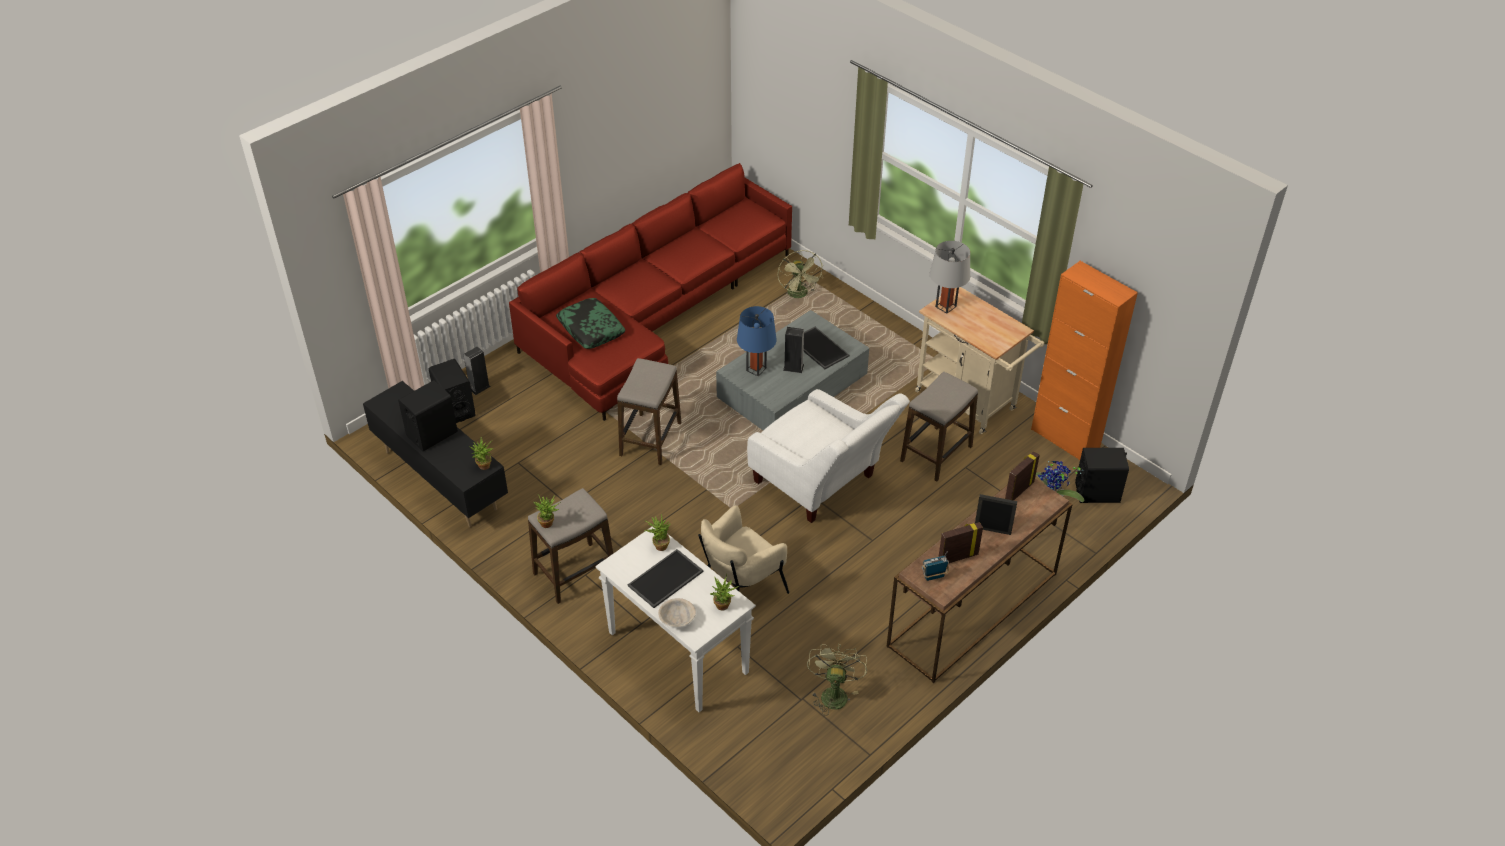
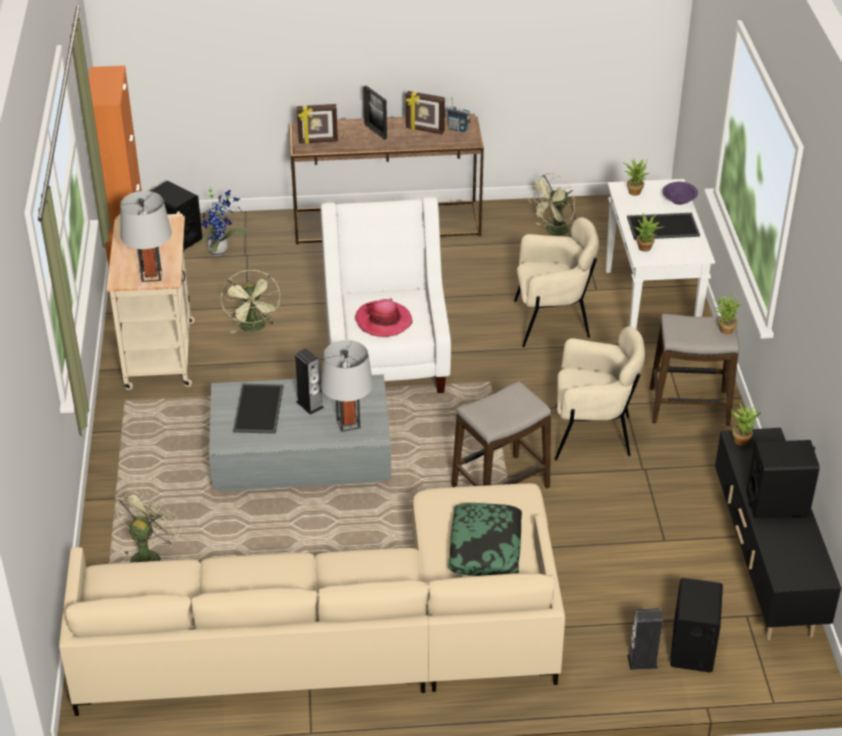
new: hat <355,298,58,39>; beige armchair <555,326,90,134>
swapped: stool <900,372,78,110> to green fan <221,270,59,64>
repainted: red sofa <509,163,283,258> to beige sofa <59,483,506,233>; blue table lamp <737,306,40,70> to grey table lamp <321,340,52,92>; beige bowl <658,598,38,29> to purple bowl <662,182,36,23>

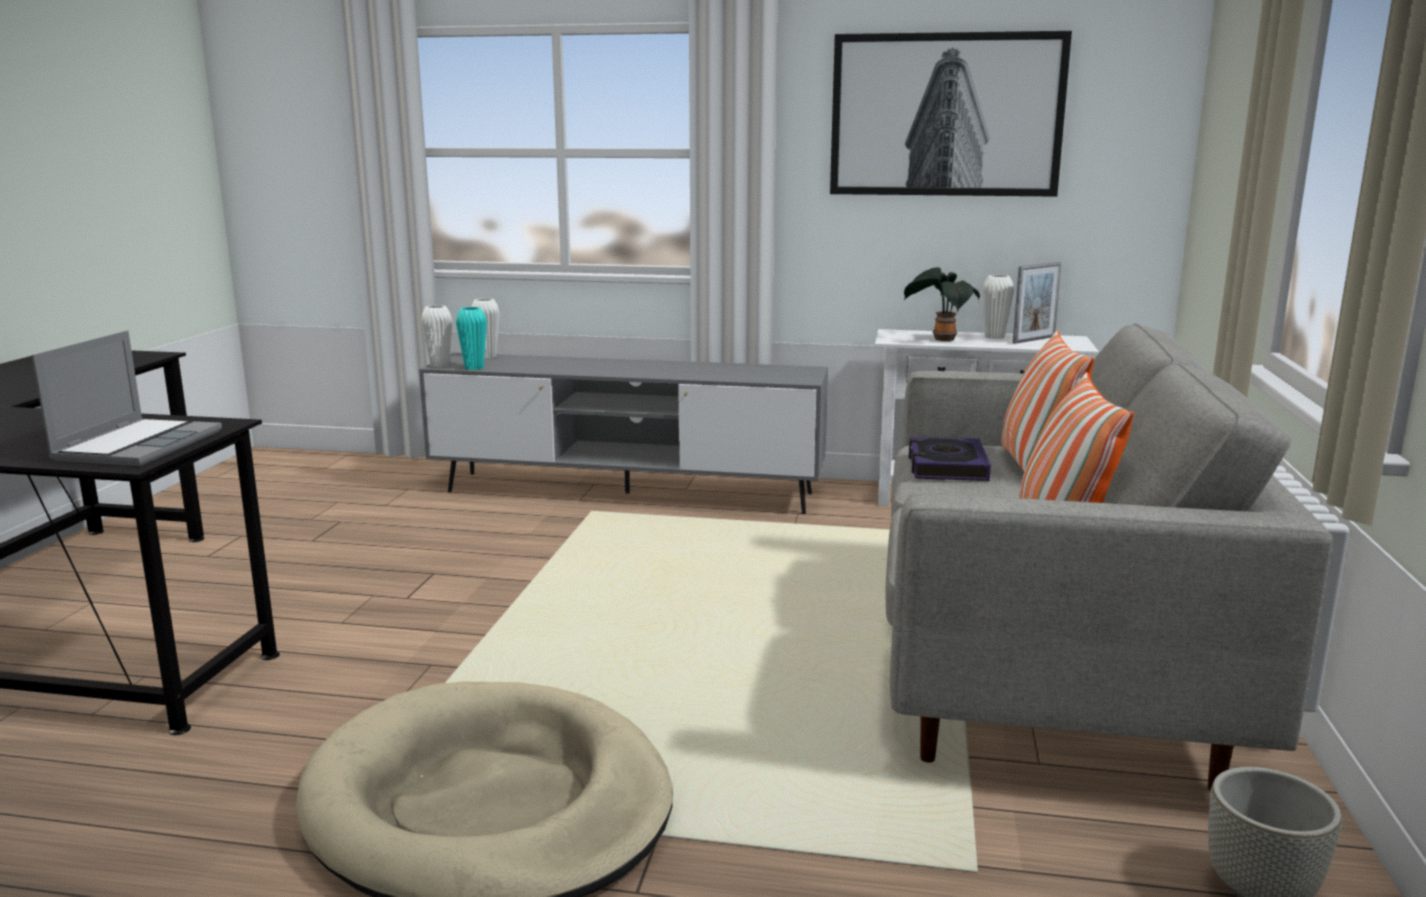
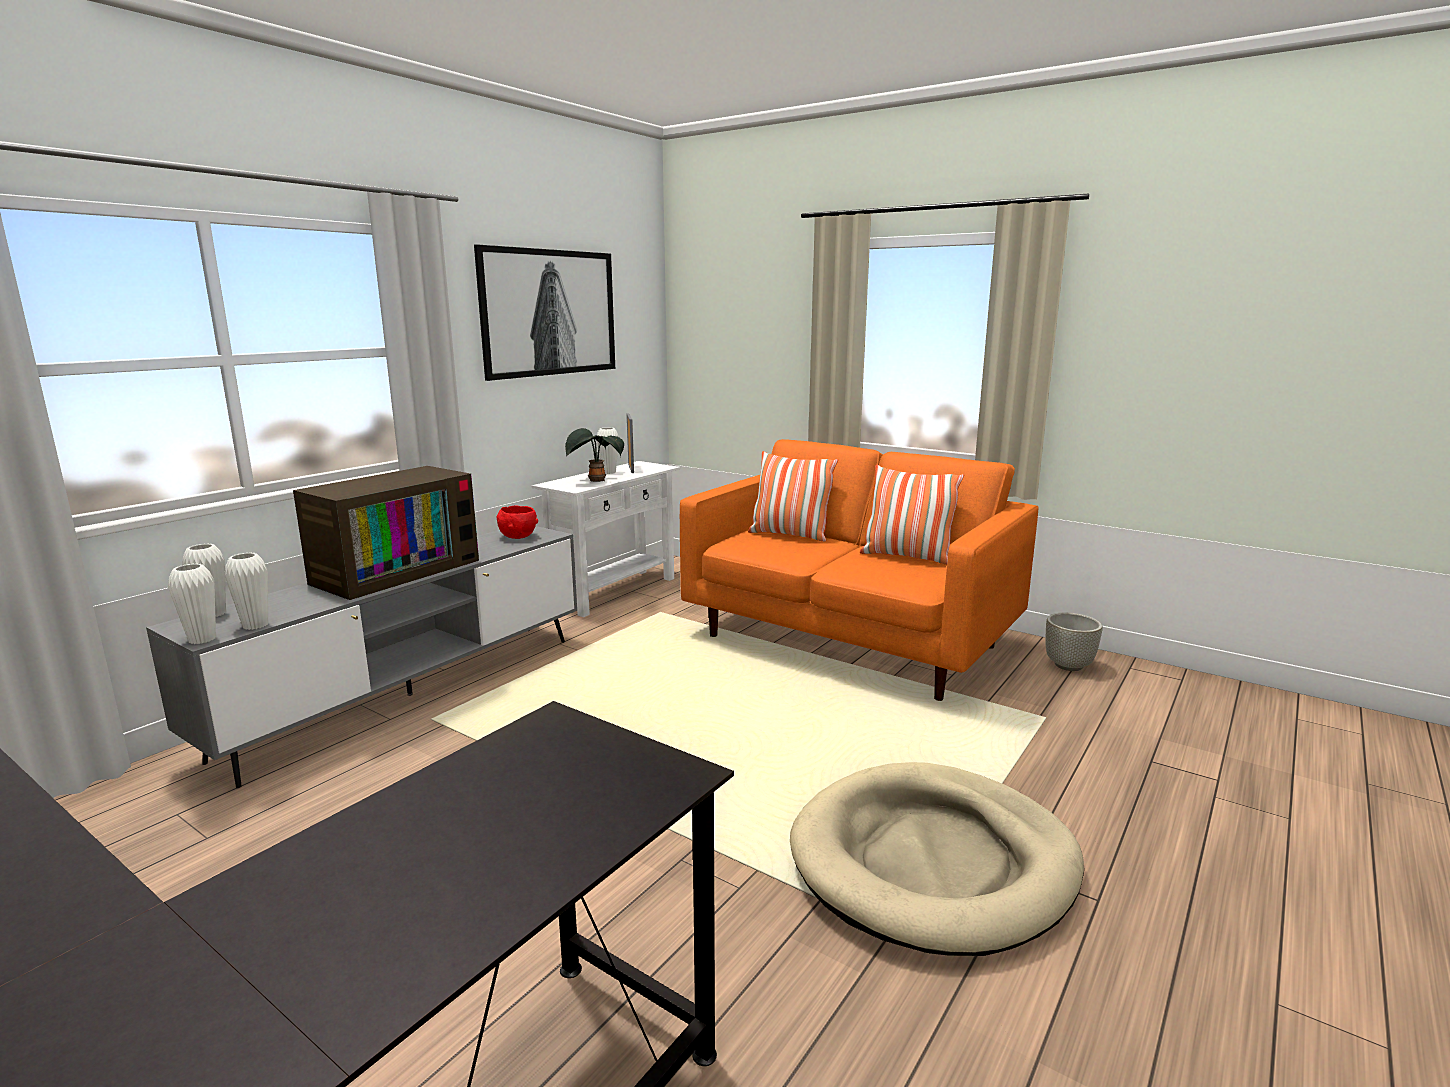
gone: laptop <31,330,191,136>; book <909,437,82,44>
new: television <293,466,186,134>; red bowl <497,505,41,34>
repainted: turquoise vase <456,307,31,63> to white vase <224,553,44,77>; grey sofa <886,324,447,467> to orange sofa <680,439,359,262>

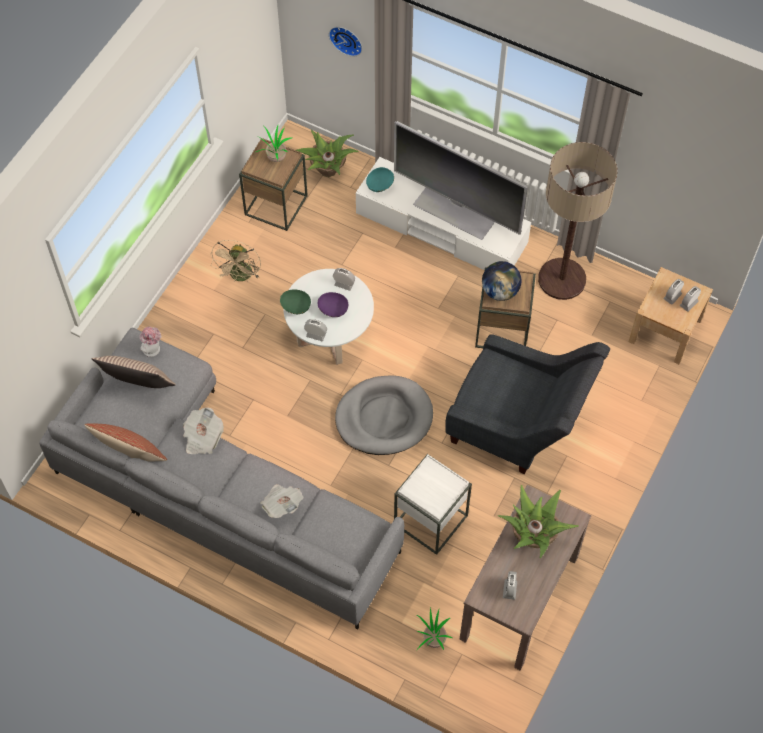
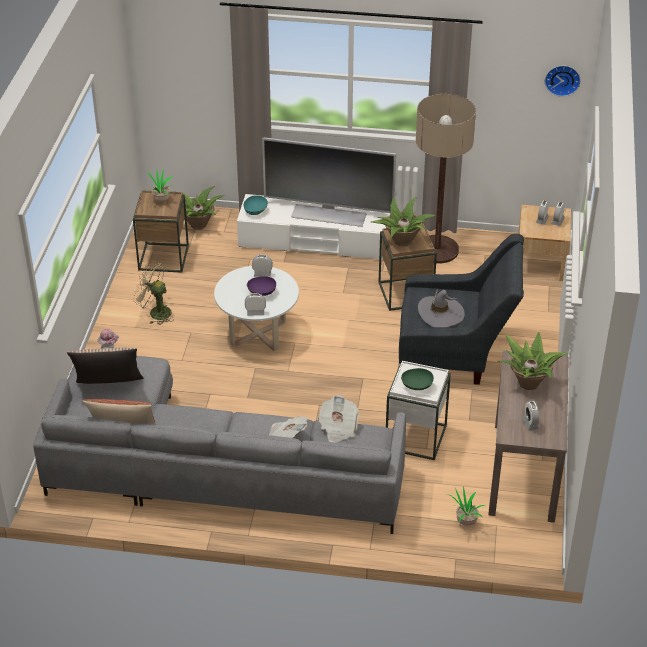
gone: grey dog bed <335,375,98,80>
new: grey hat <418,289,47,38>
shifted: newspaper <183,407,41,47> to <318,395,41,47>; green bowl <280,290,31,24> to <401,368,33,22>; wall clock <329,27,33,29> to <545,65,36,32>
swapped: globe <482,261,39,40> to potted plant <371,196,64,51>
rotated: beige fan <210,240,51,42> = <133,261,41,64> 120 degrees clockwise

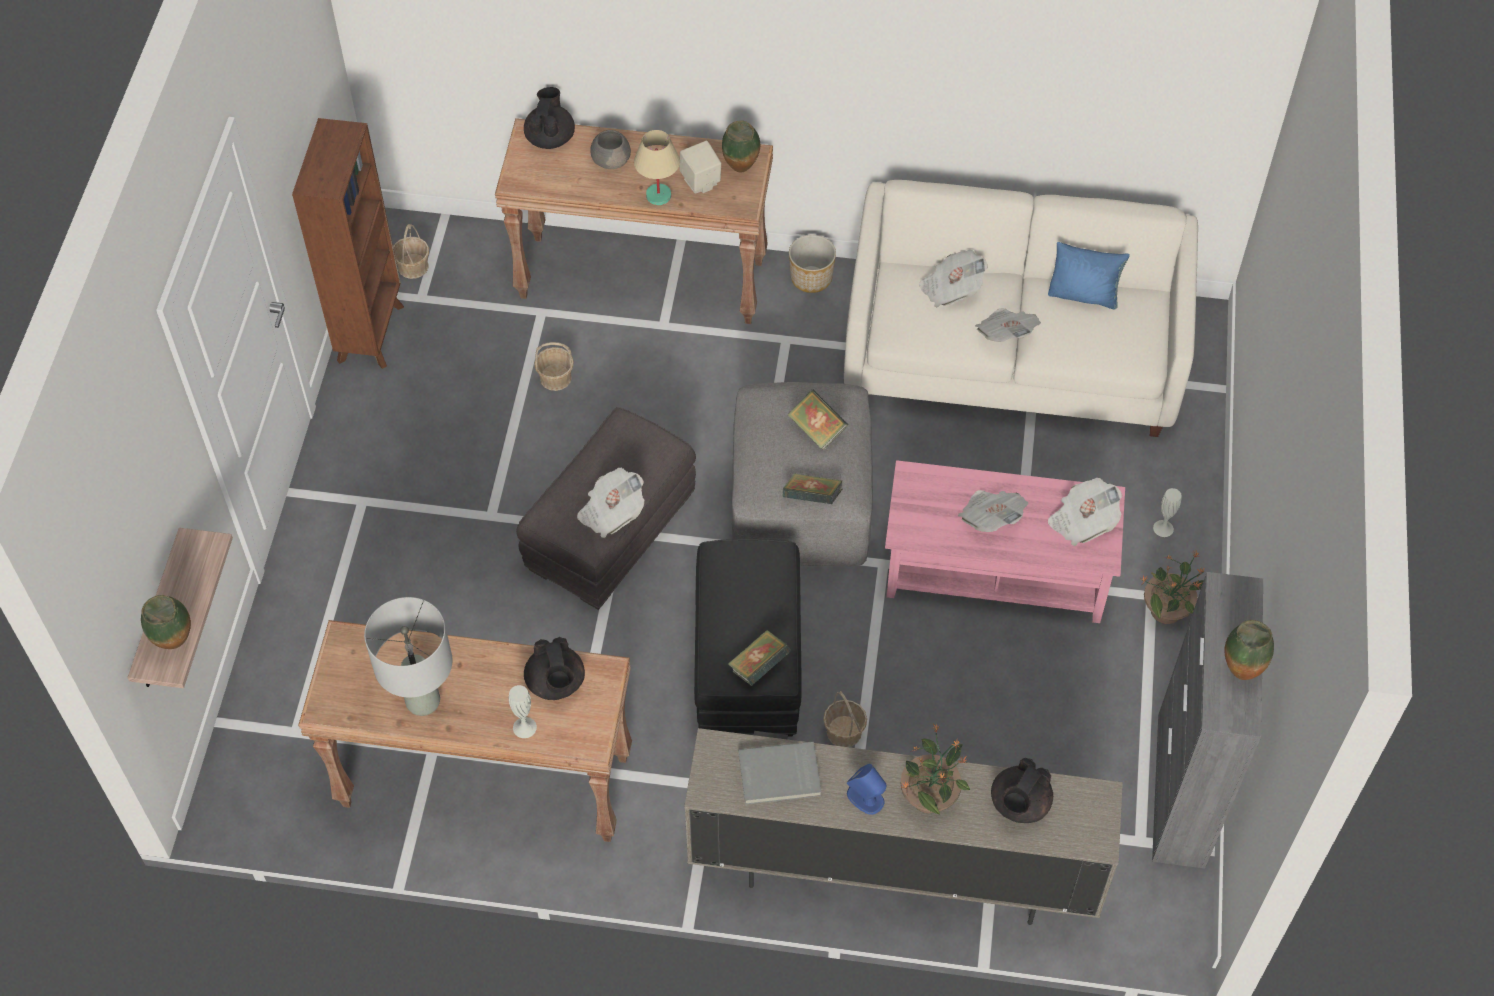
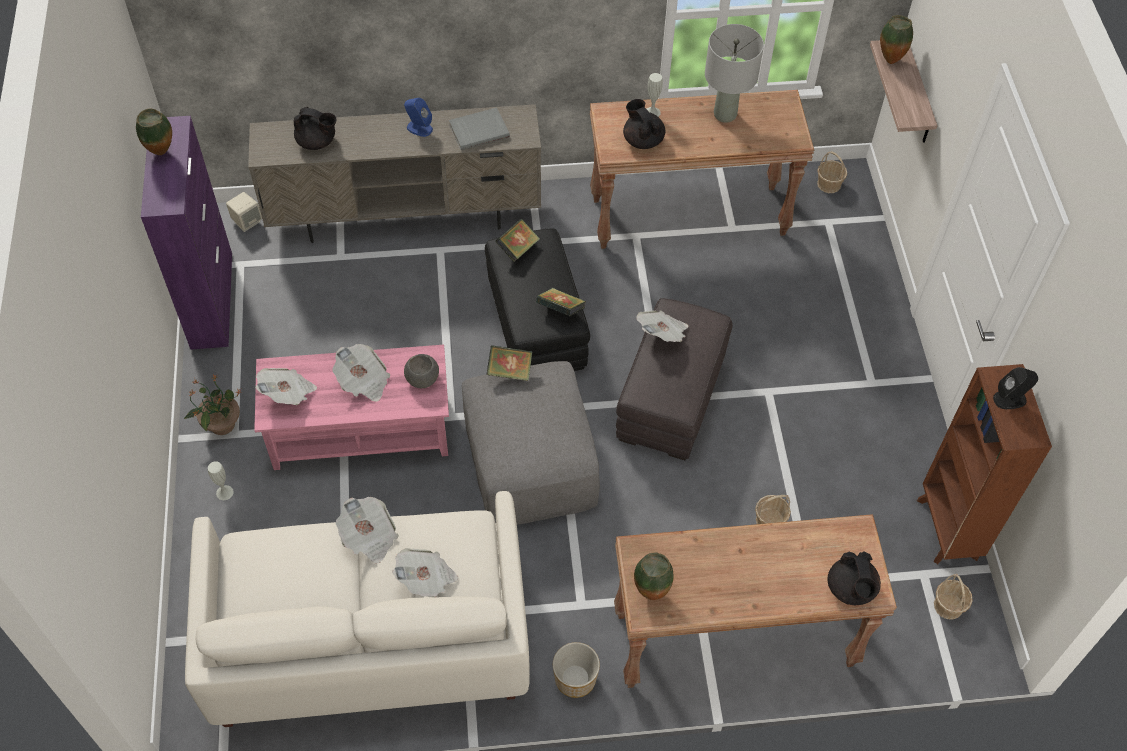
gone: beige table lamp <634,130,46,75>; potted plant <900,723,70,91>; blue pillow <1048,242,82,67>
new: black speaker <993,367,45,42>
shifted: beige speaker <679,141,42,53> to <226,192,36,40>; grey bowl <590,130,41,39> to <404,354,35,34>; book <788,390,60,60> to <536,288,50,28>; basket <823,691,44,56> to <817,151,30,42>
repainted: grey cabinet <1152,572,111,297> to purple cabinet <141,116,91,234>
rotated: black teapot <991,758,62,65> = <294,107,43,43> 90 degrees clockwise

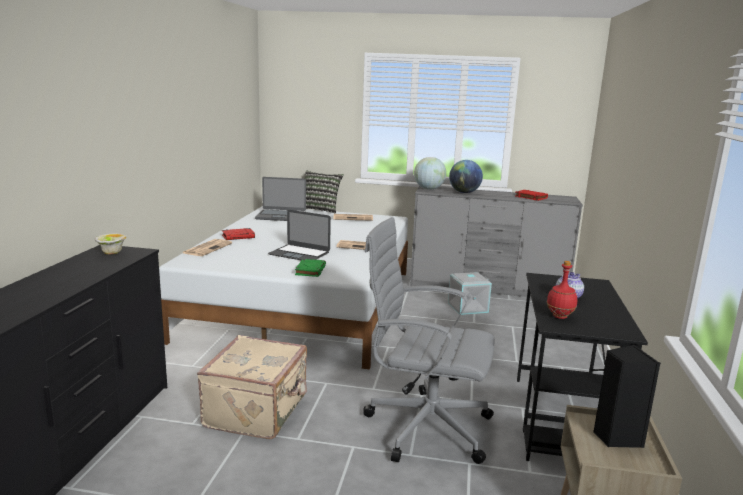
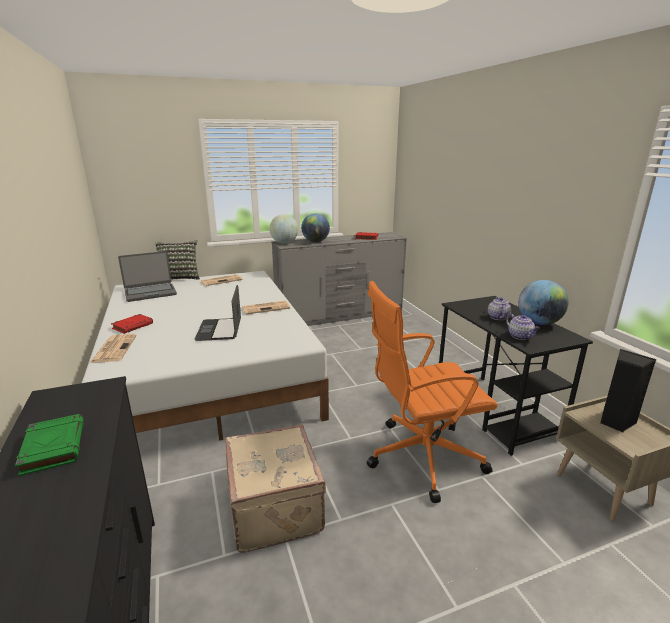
gone: bowl <95,234,31,21>; grey storage box <448,272,44,43>
new: globe <518,280,50,45>
shifted: green book <295,259,31,18> to <15,414,69,62>
swapped: red bottle <547,261,30,58> to teapot <506,314,34,26>
repainted: grey office chair <363,217,132,247> to orange office chair <367,281,131,222>
rotated: laptop <268,210,63,50> = <195,285,46,56> 90 degrees clockwise

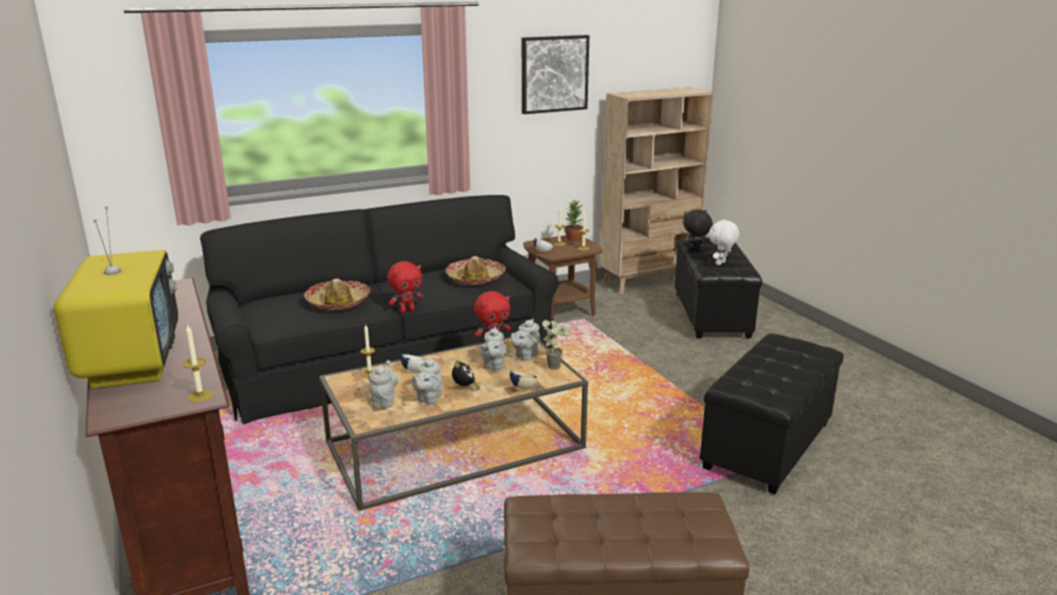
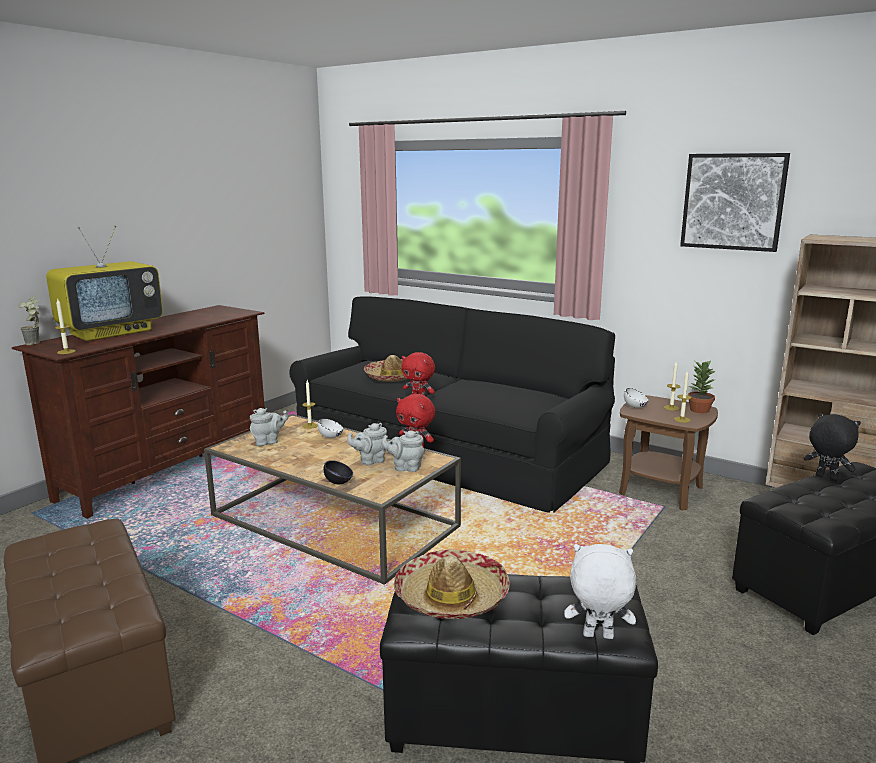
gone: grey teapot <412,357,30,47>; alarm clock <452,360,28,30>
shifted: potted plant <542,320,28,50> to <18,296,22,49>; hat <445,256,61,29> to <394,549,116,70>; white plush toy <709,219,30,46> to <564,544,72,95>
repainted: beige bowl <510,371,28,18> to black bowl <324,460,29,24>

